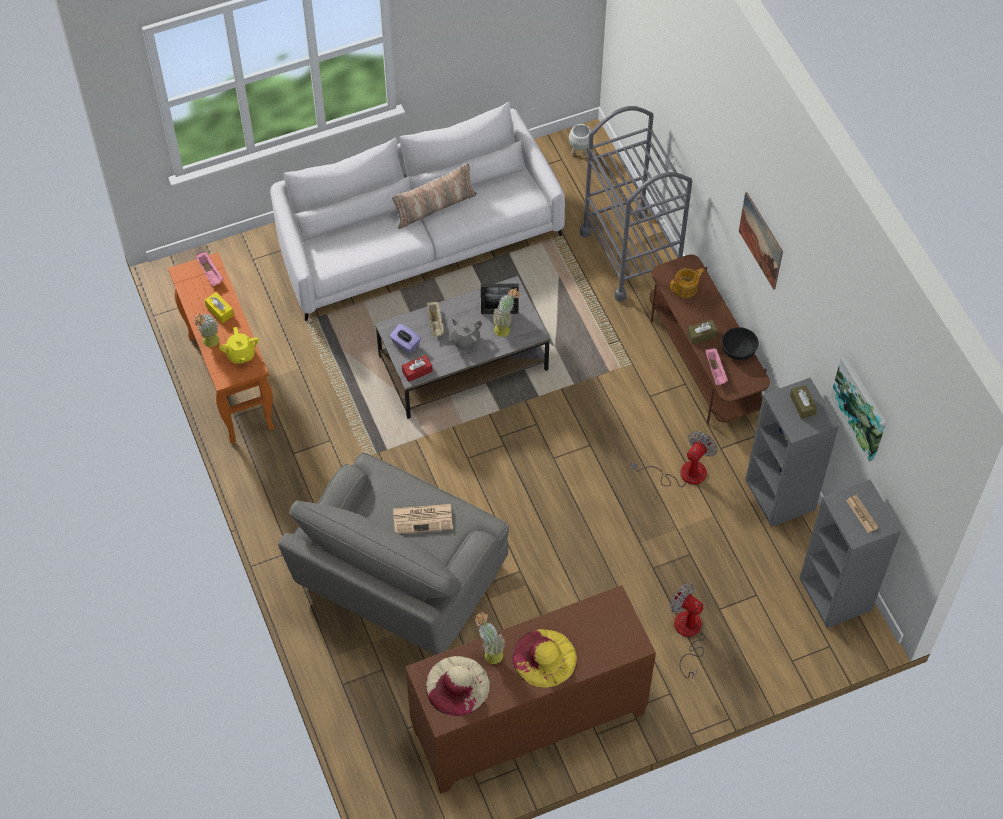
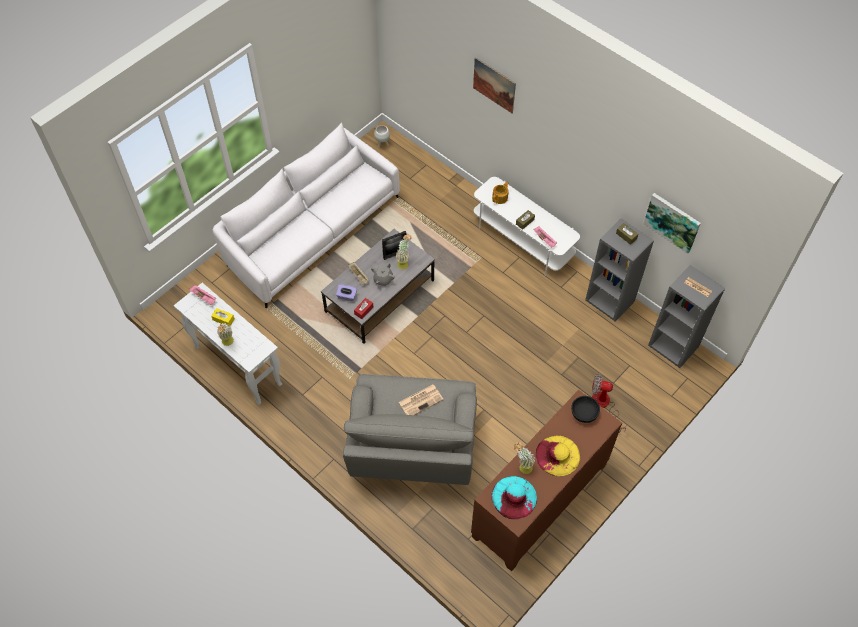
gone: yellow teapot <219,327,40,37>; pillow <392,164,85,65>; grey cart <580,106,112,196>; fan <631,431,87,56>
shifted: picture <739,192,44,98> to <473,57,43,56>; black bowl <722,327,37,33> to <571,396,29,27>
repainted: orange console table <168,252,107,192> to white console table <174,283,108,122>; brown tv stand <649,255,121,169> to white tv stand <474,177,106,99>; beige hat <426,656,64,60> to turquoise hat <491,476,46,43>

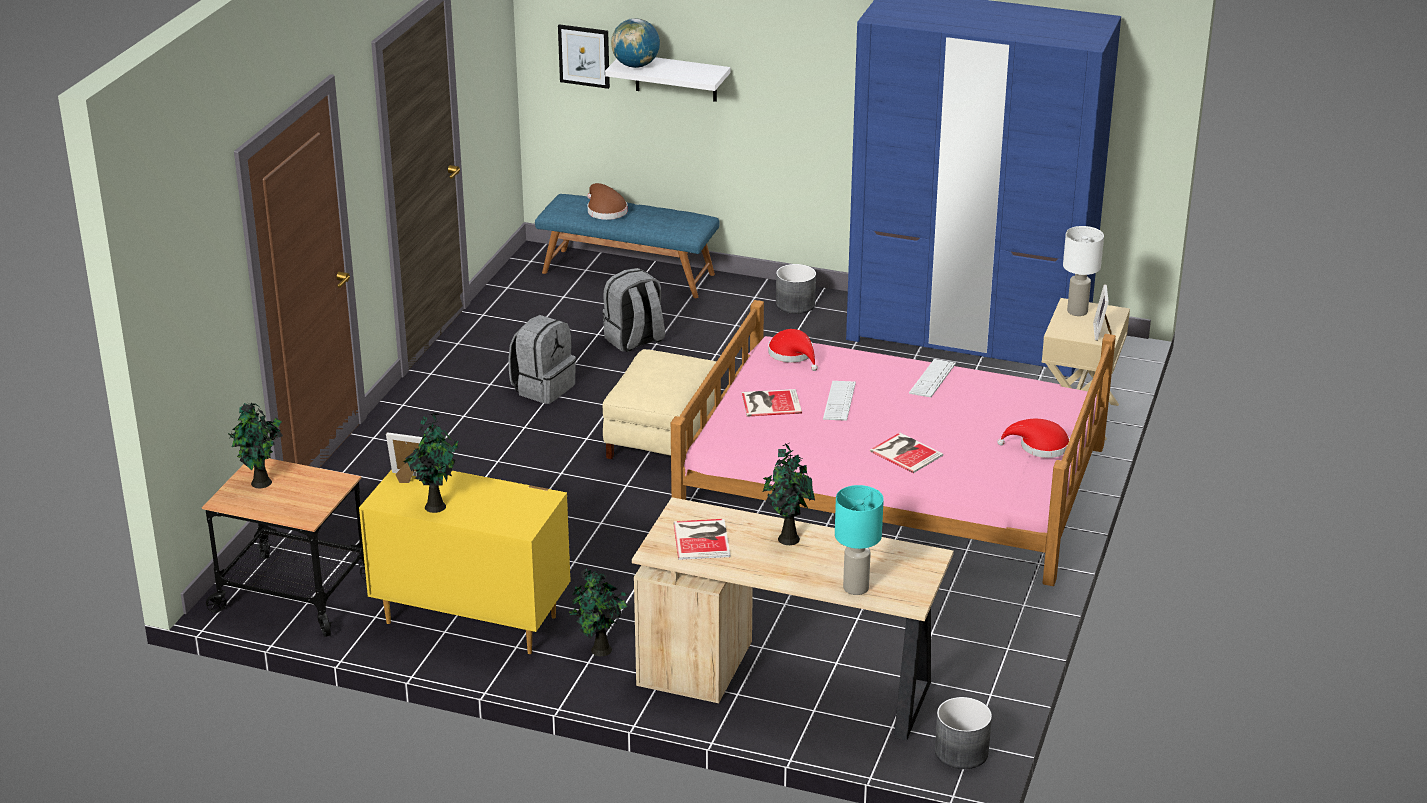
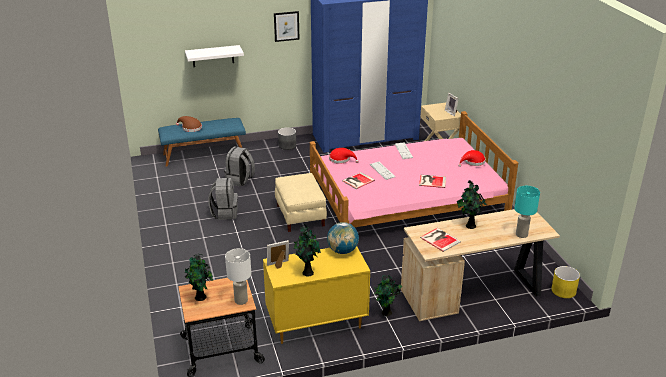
shifted: white table lamp <1063,226,41,90> to <225,248,26,57>; picture <558,24,52,65> to <274,11,26,31>; globe <611,18,49,50> to <327,222,32,32>
repainted: grey planter <935,697,57,72> to yellow planter <551,266,29,32>

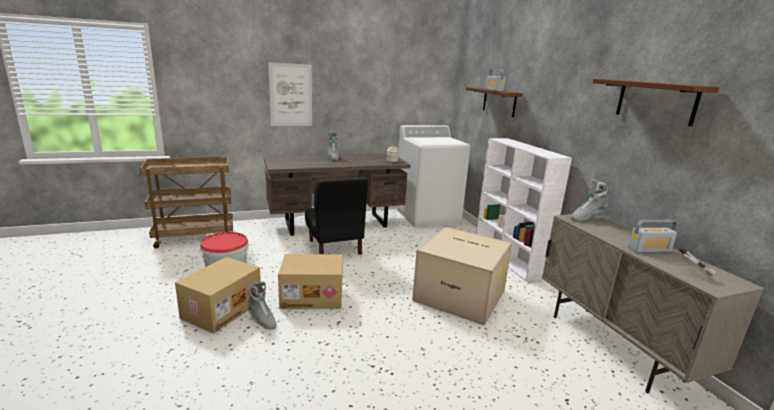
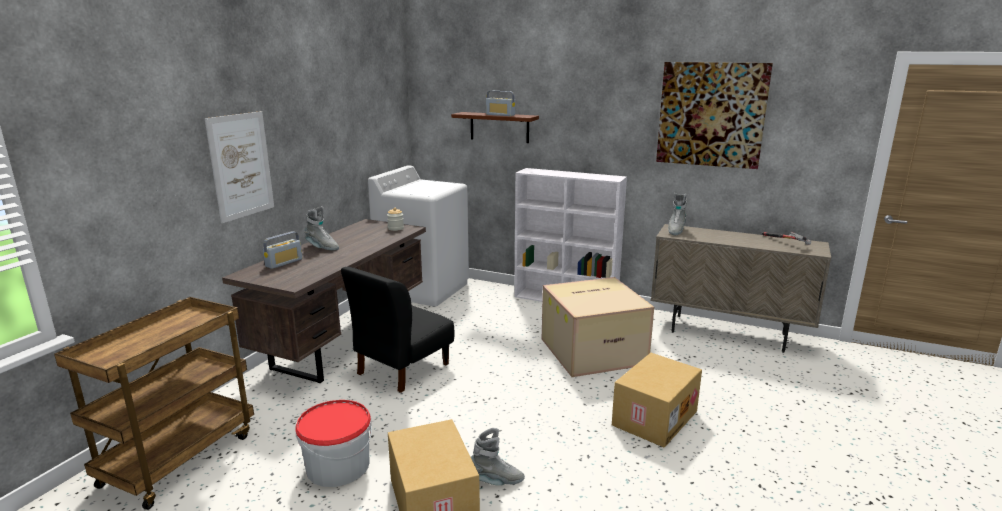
shifted: radio <628,220,49,33> to <263,231,40,38>; cardboard box <278,254,65,55> to <612,353,90,95>
swapped: brown shelf <593,79,126,47> to picture <656,62,117,107>
rotated: black chair <305,178,63,77> = <341,267,114,126> 105 degrees clockwise

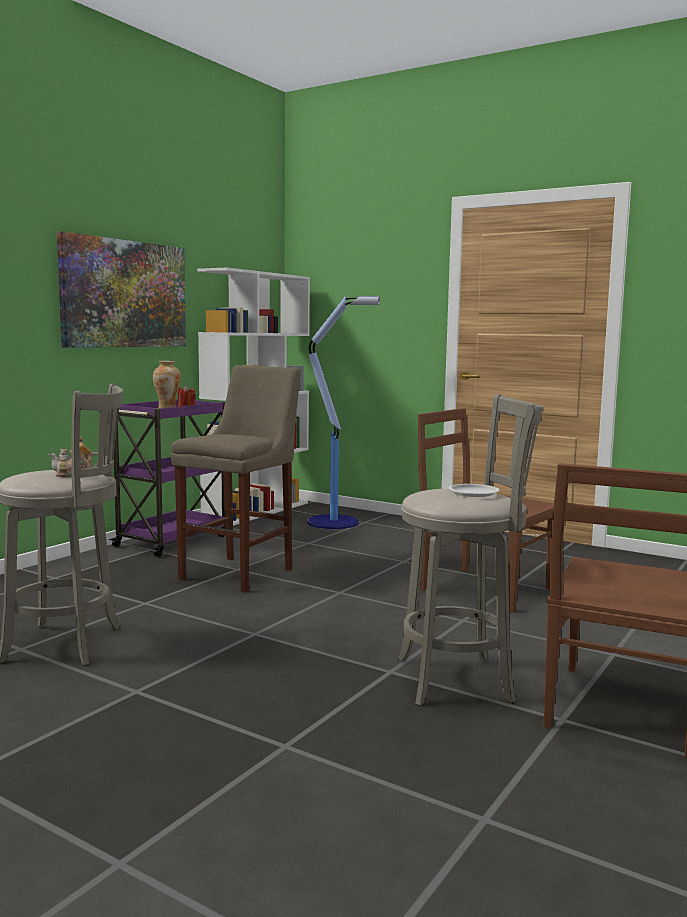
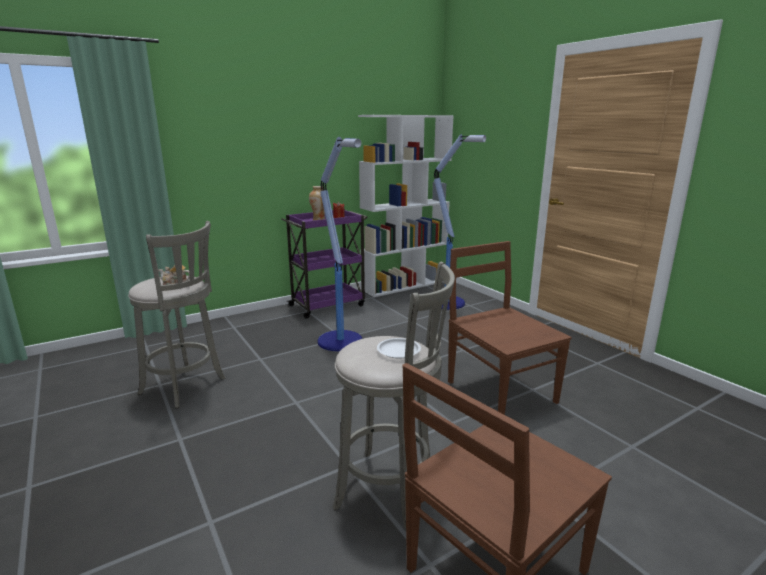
gone: picture <57,231,129,117>
swapped: beige stool <171,365,130,228> to floor lamp <317,137,46,214>

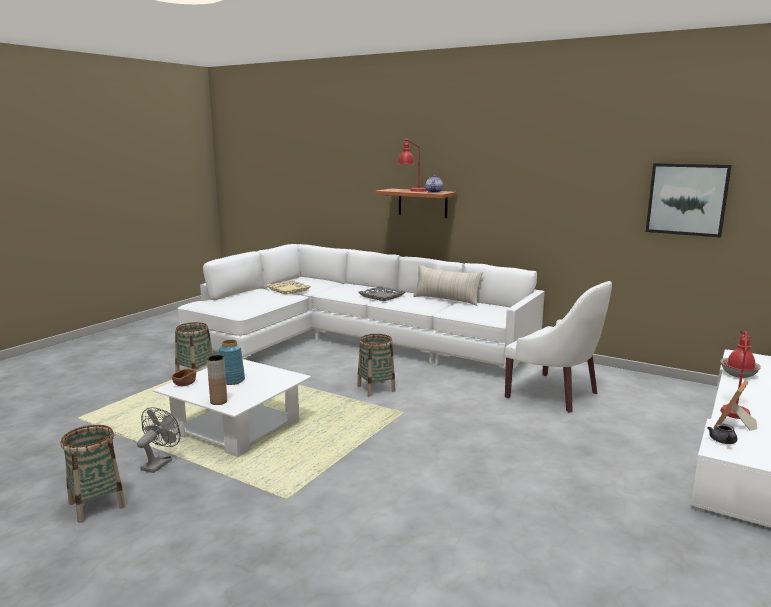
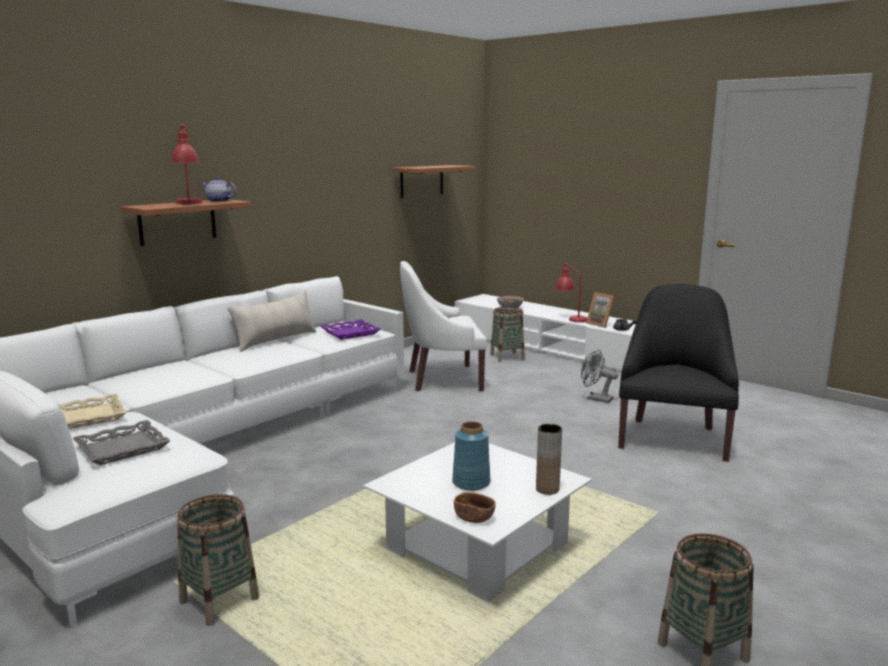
new: purple tray <321,319,60,21>; black armchair <618,284,121,178>
shifted: grey tray <358,286,48,15> to <73,420,98,45>; basket <357,334,39,62> to <490,307,35,55>; grey fan <137,407,44,66> to <581,349,37,54>
swapped: picture <646,163,86,75> to shelf <393,165,82,33>
rotated: white armchair <504,281,108,131> = <400,261,87,130> 150 degrees counterclockwise

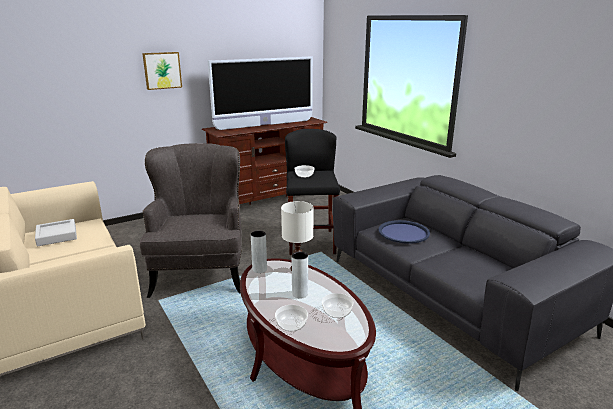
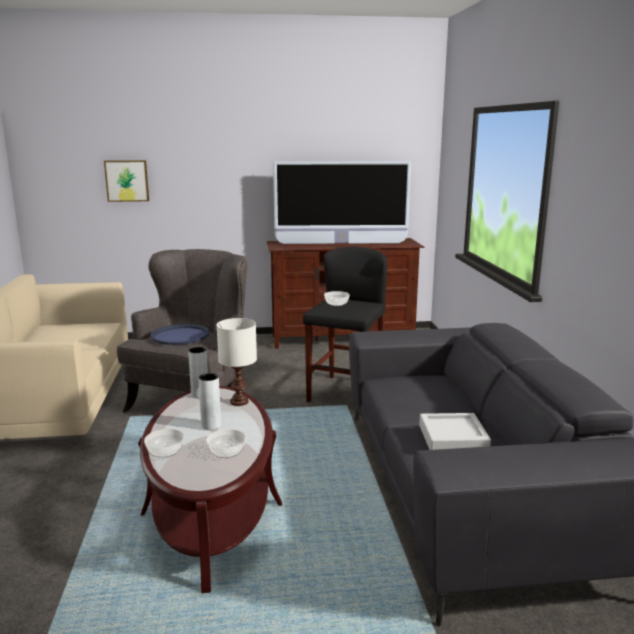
shifted: picture <142,52,40,38> to <104,160,45,42>; blue tray <378,220,52,24> to <150,324,60,21>; grey tray <35,219,42,27> to <419,413,72,37>

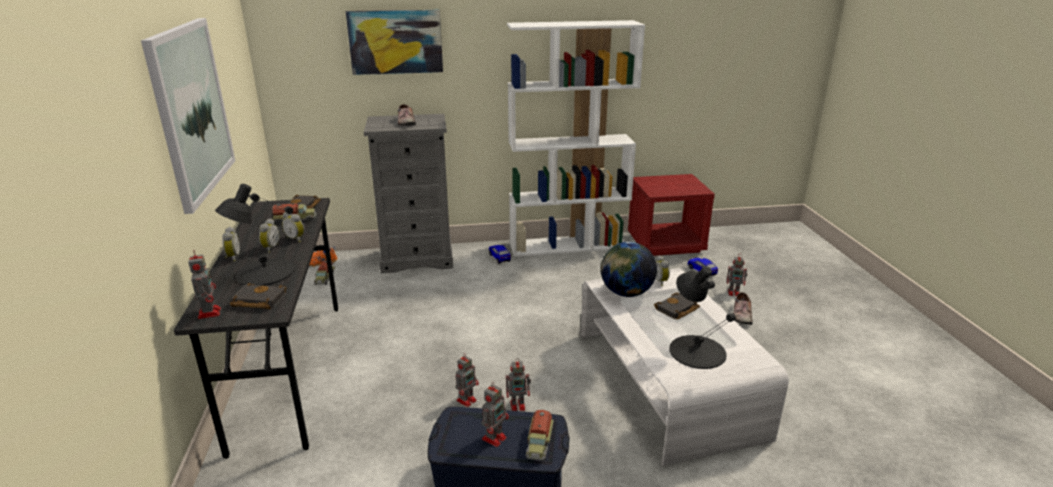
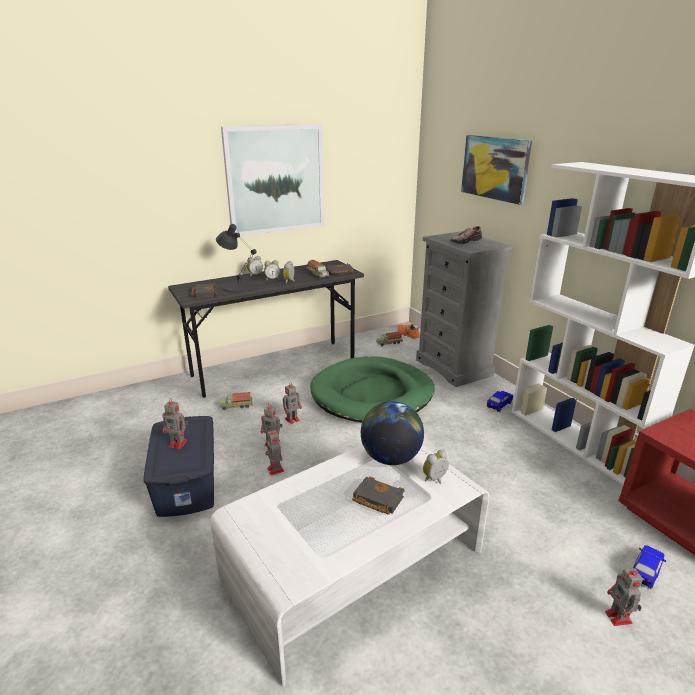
gone: black table lamp <669,266,67,103>; shoe <733,292,20,33>
new: green dog bed <310,356,125,66>
shifted: toy truck <526,410,28,51> to <219,392,34,18>; toy robot <188,250,33,69> to <283,382,19,42>

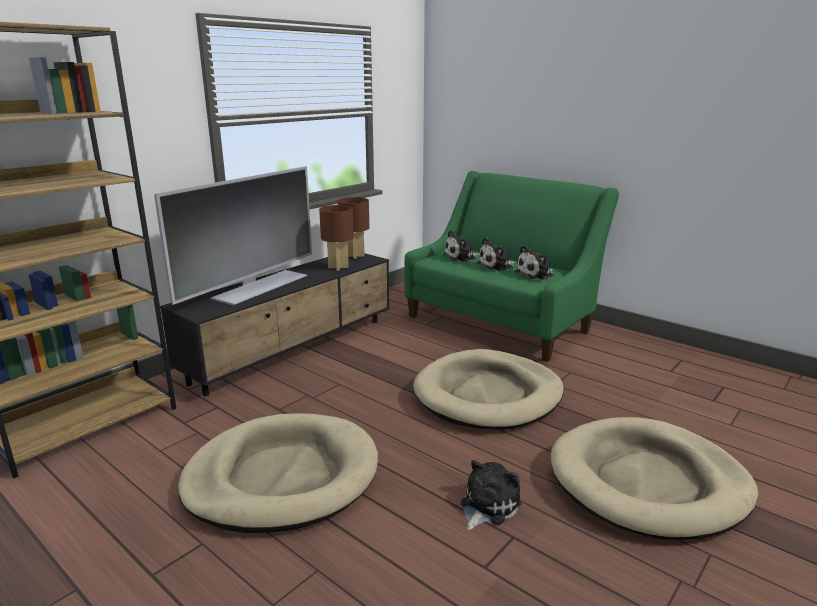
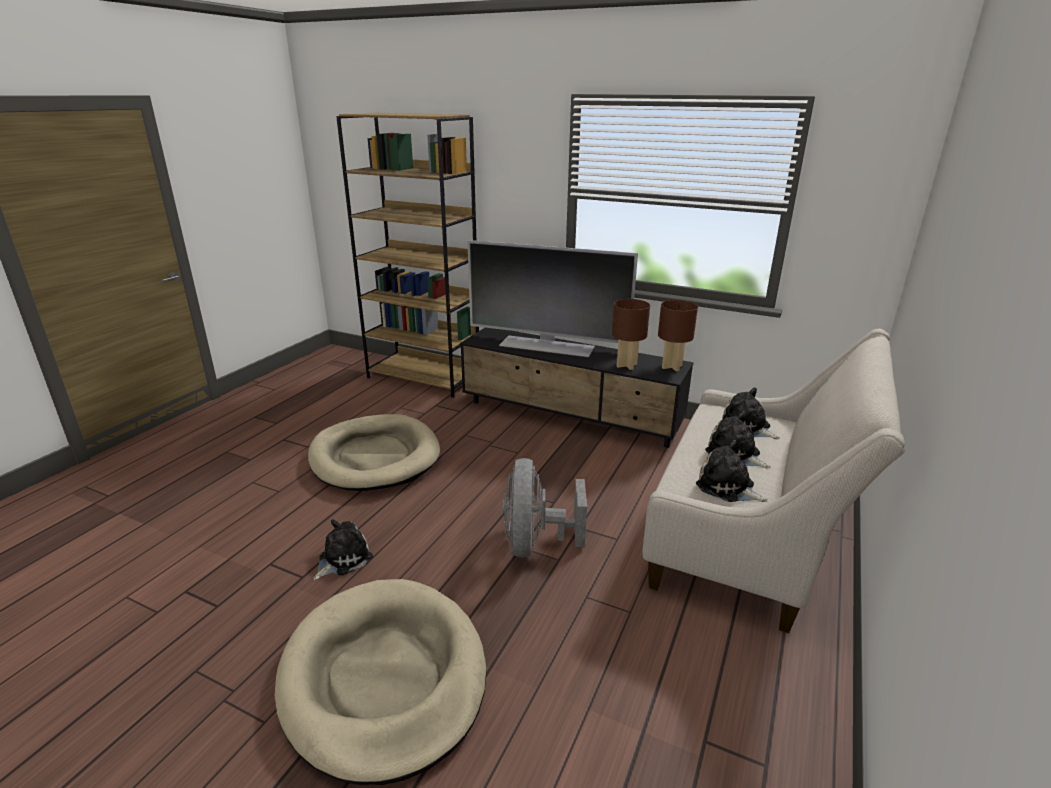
swapped: beige dog bed <413,349,151,81> to grey fan <503,458,84,100>
repainted: green sofa <404,171,215,191> to beige sofa <643,329,262,304>
rotated: plush toy <461,460,60,70> = <313,519,60,61> 75 degrees counterclockwise

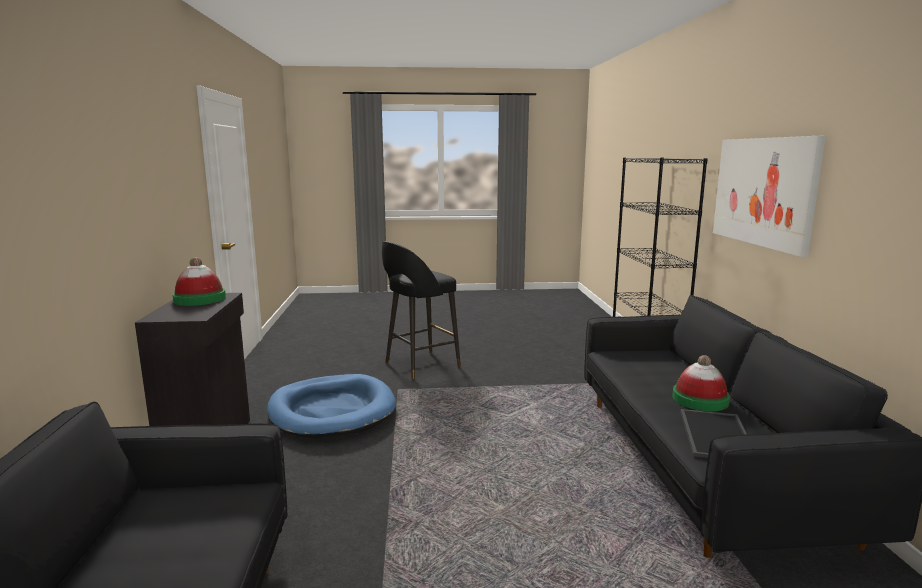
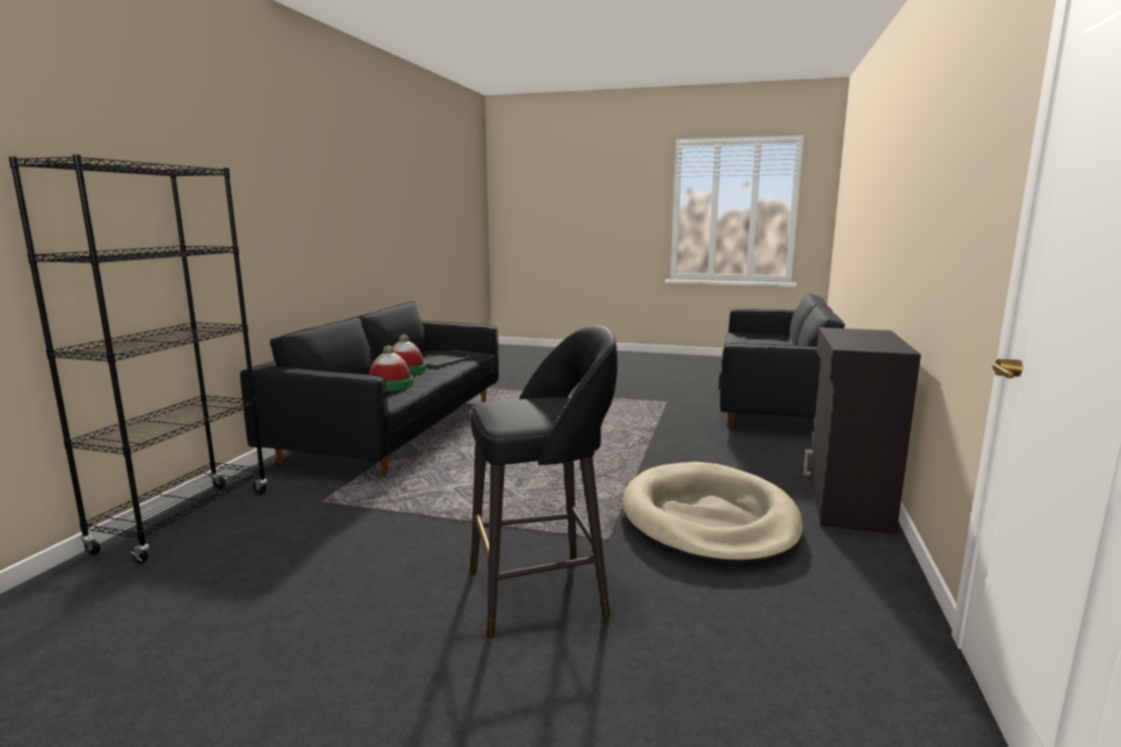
gone: picture <713,136,113,121>
shifted: hat <172,257,54,49> to <369,345,45,46>
repainted: blue dog bed <267,374,129,65> to beige dog bed <622,462,182,105>

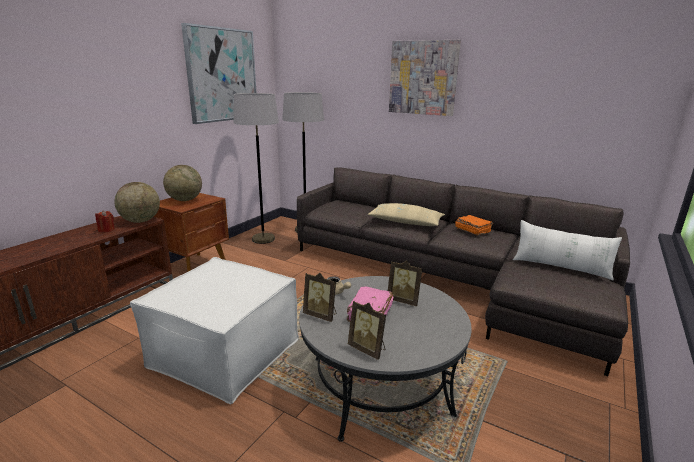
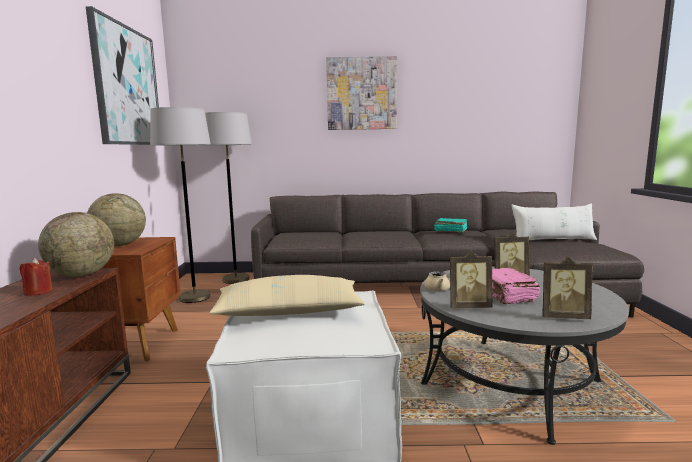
shifted: beige pillow <368,203,77,23> to <209,275,156,41>
repainted: orange book <455,215,38,20> to turquoise book <434,218,34,14>

